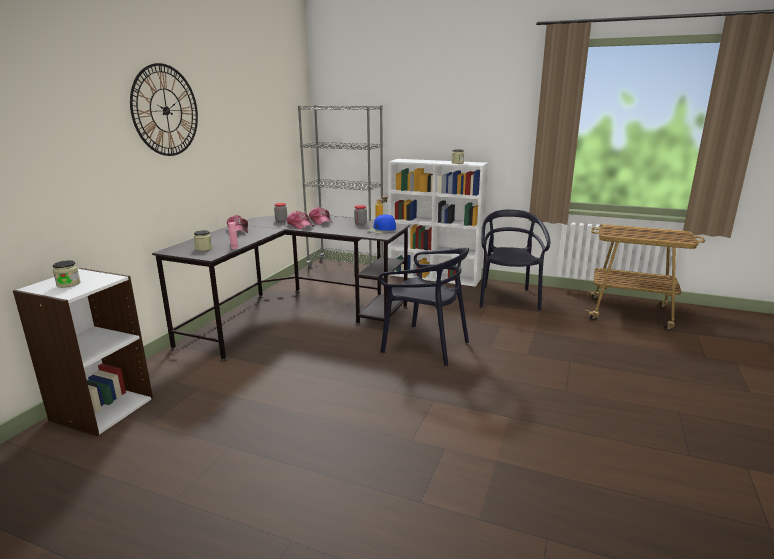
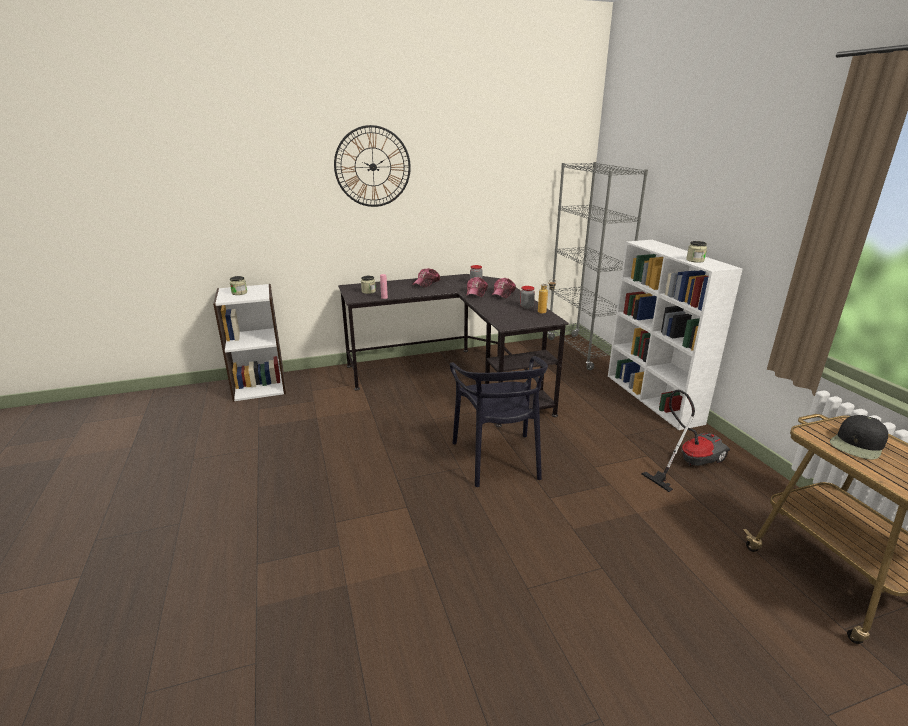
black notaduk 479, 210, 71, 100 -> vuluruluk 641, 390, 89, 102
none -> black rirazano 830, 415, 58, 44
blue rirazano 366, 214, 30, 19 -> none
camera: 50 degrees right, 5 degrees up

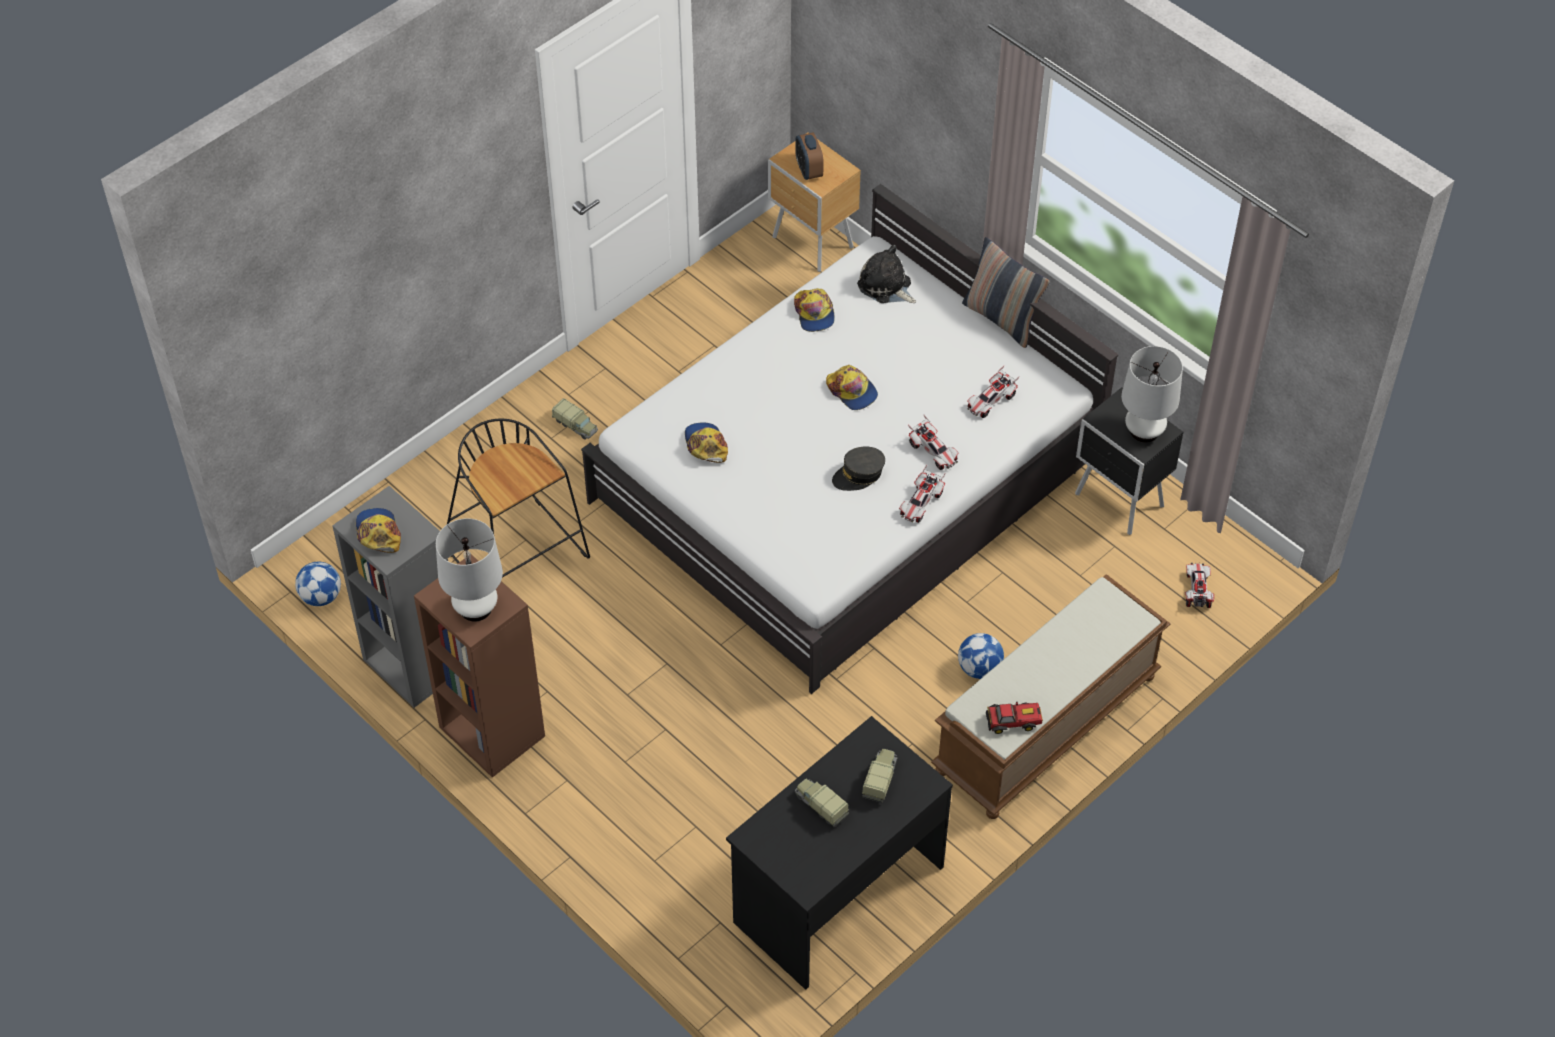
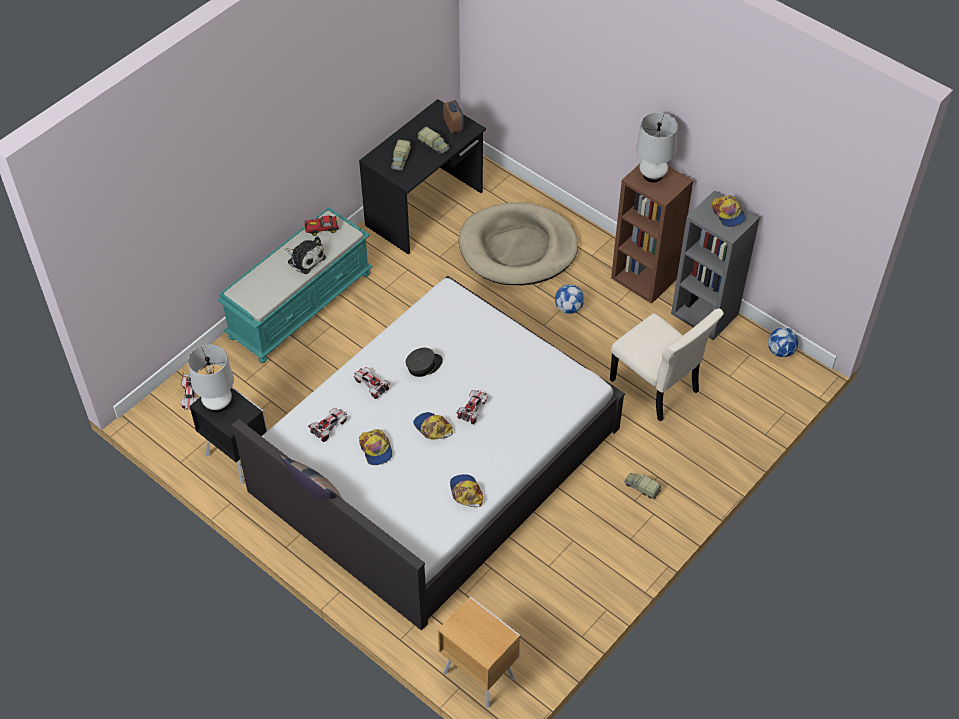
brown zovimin 931, 574, 240, 245 -> turquoise zovimin 217, 207, 156, 156
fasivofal 857, 244, 59, 59 -> fasivofal 285, 236, 41, 38, move
rirazano 685, 422, 43, 41 -> rirazano 359, 429, 33, 36, move
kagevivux 795, 133, 29, 47 -> kagevivux 443, 100, 21, 33, move
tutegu 899, 465, 46, 58 -> tutegu 457, 390, 31, 34, move
none -> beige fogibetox 458, 202, 120, 83
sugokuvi 958, 633, 46, 46 -> sugokuvi 555, 285, 29, 29, move
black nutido 447, 419, 143, 159 -> beige notaduk 610, 309, 114, 113
camera: 175 degrees right, 0 degrees up

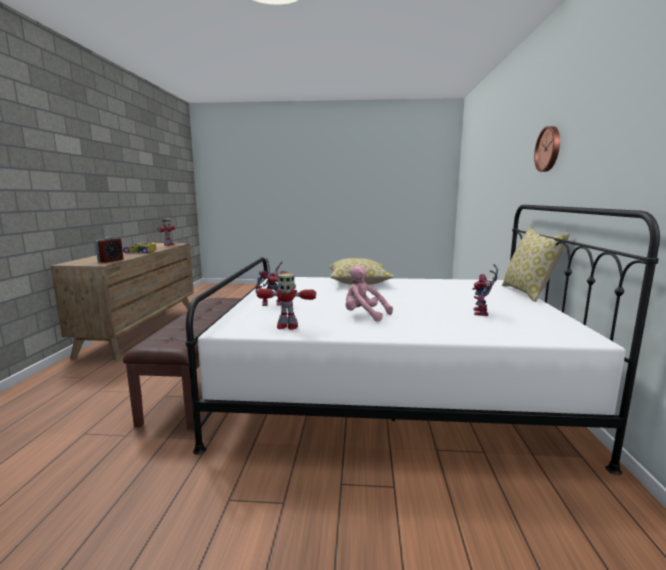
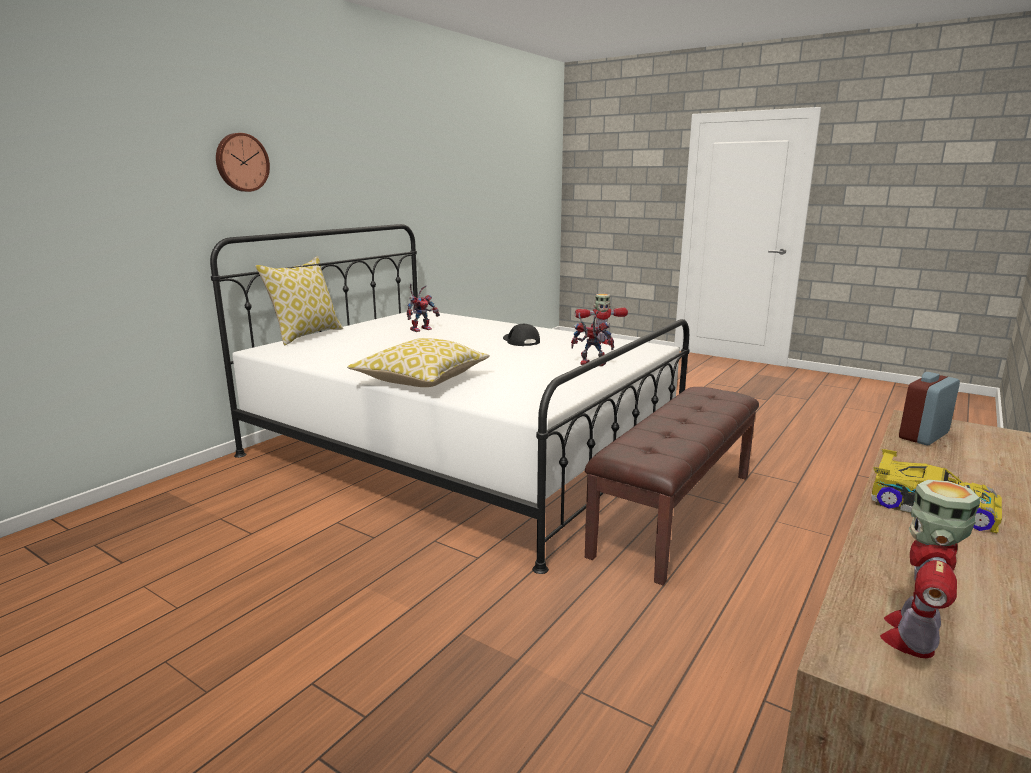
pink fasivofal 346, 265, 47, 57 -> black rirazano 503, 324, 37, 22
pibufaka 257, 273, 59, 57 -> pibufaka 575, 294, 53, 51, 135 degrees clockwise
camera: 150 degrees left, 5 degrees up

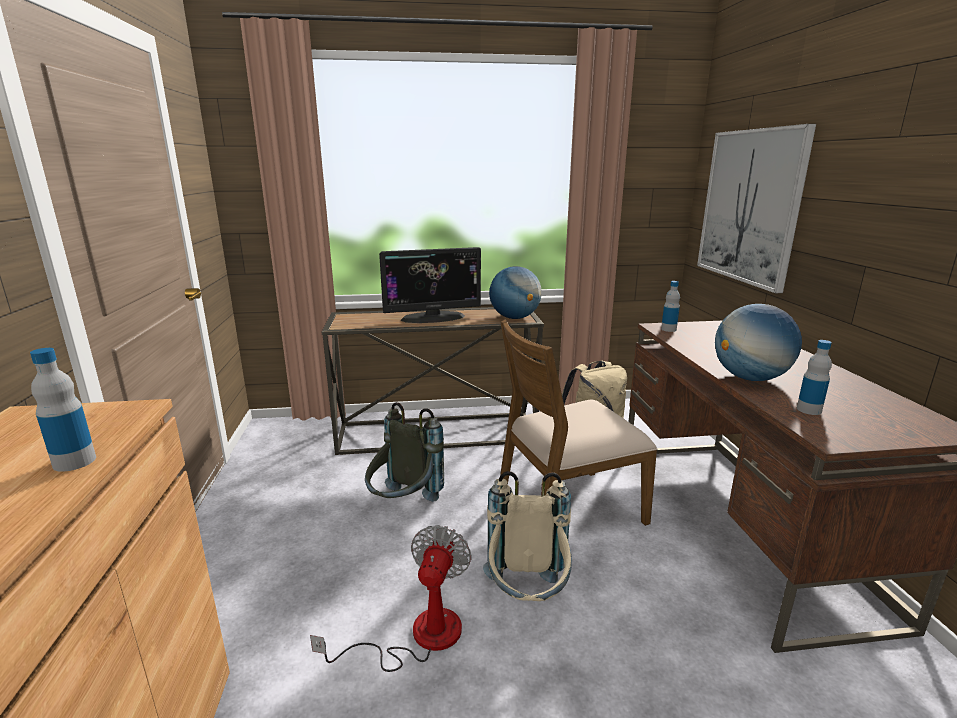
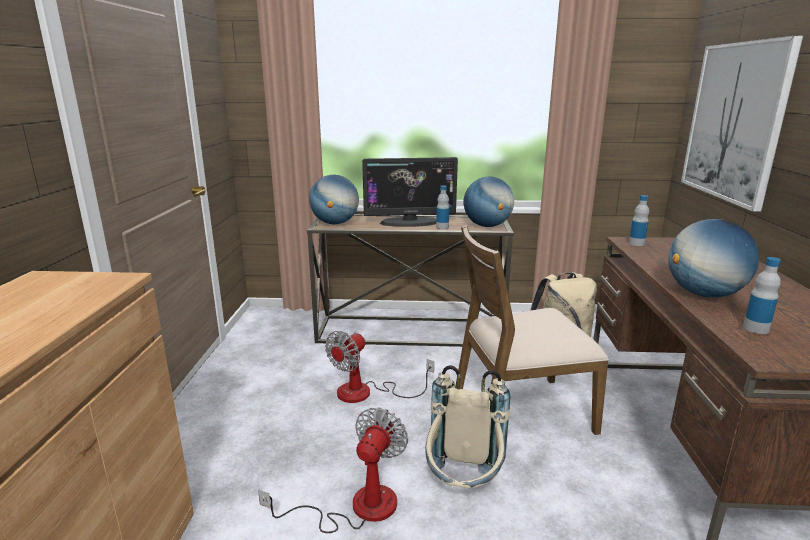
none -> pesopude 309, 175, 50, 49
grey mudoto 365, 402, 79, 100 -> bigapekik 325, 331, 109, 72
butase 30, 348, 66, 124 -> butase 436, 185, 13, 44, move
camera: 10 degrees right, 0 degrees up

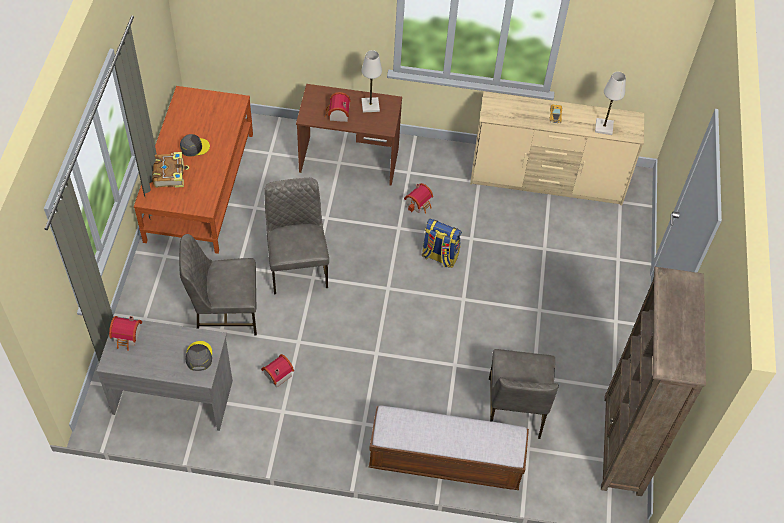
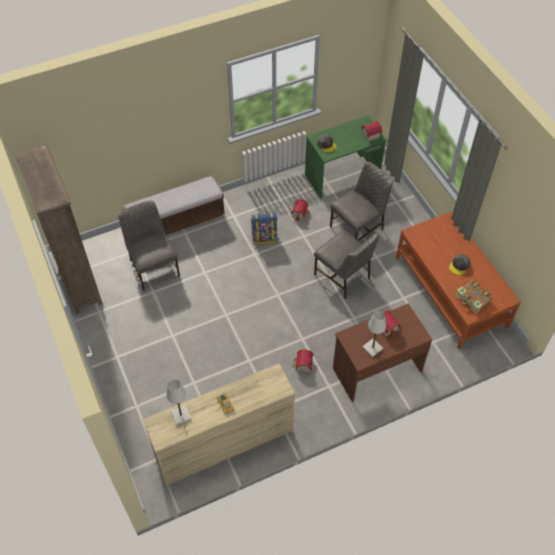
mudoto 422, 219, 40, 49 -> mudoto 251, 211, 26, 34, move
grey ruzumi 97, 317, 136, 114 -> green ruzumi 305, 115, 82, 84
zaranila 152, 152, 37, 36 -> zaranila 455, 280, 37, 33, move
camera: 150 degrees right, 0 degrees up

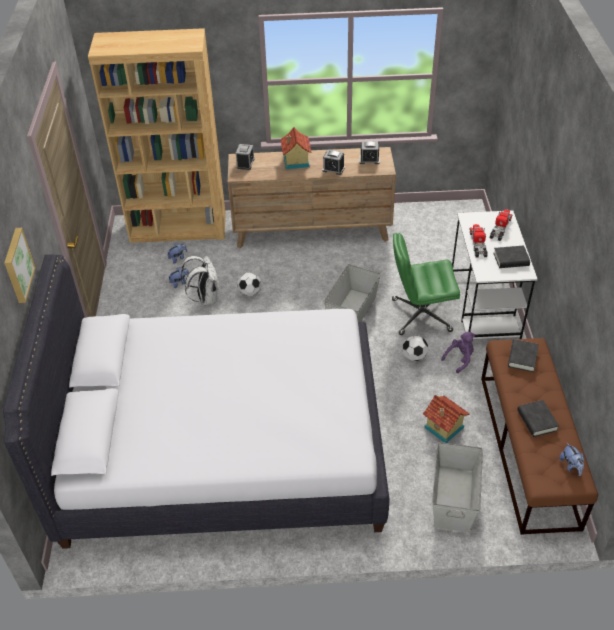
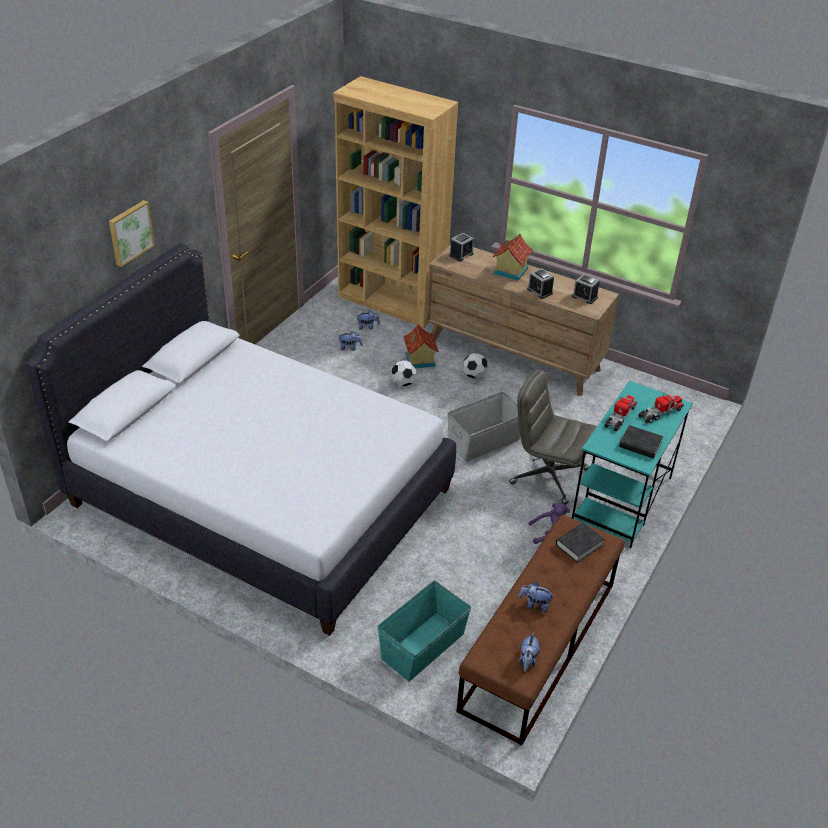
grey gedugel 432, 442, 51, 90 -> turquoise gedugel 378, 581, 93, 100
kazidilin 423, 395, 47, 48 -> kazidilin 404, 324, 35, 44, move
sugokuvi 402, 336, 26, 26 -> sugokuvi 463, 353, 25, 26, move
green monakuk 392, 233, 68, 102 -> grey monakuk 509, 369, 88, 136
black zaranila 517, 400, 42, 37 -> fasivofal 518, 582, 36, 31
white ruzumi 452, 210, 86, 129 -> turquoise ruzumi 572, 381, 121, 167
white mudoto 181, 256, 38, 50 -> none
camera: 30 degrees right, 5 degrees down

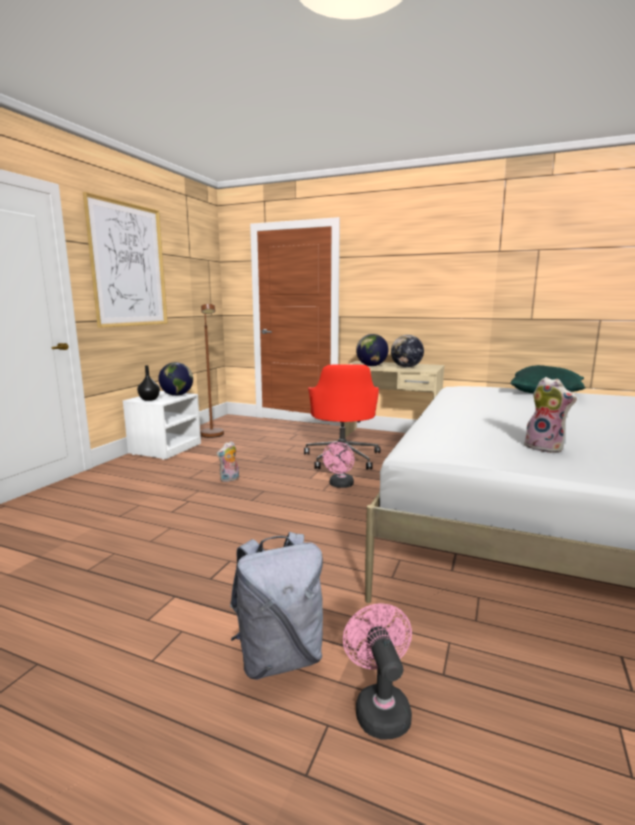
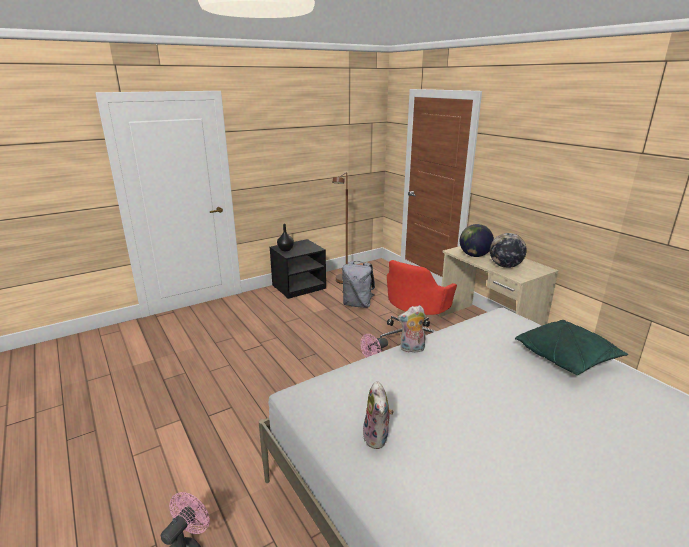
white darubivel 123, 391, 78, 69 -> black darubivel 270, 239, 56, 60
grey mudoto 230, 532, 93, 148 -> grey mudoto 342, 261, 33, 47, move
fasivofal 216, 441, 23, 41 -> fasivofal 398, 305, 28, 48, move
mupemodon 83, 192, 85, 136 -> none
pesopude 158, 362, 35, 34 -> none
camera: 35 degrees right, 10 degrees up

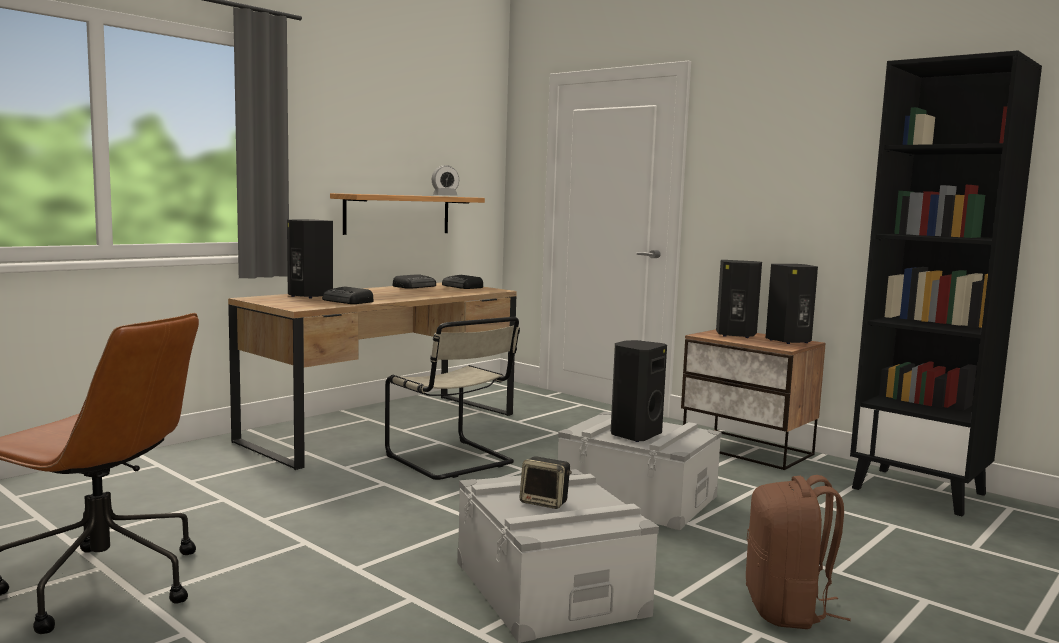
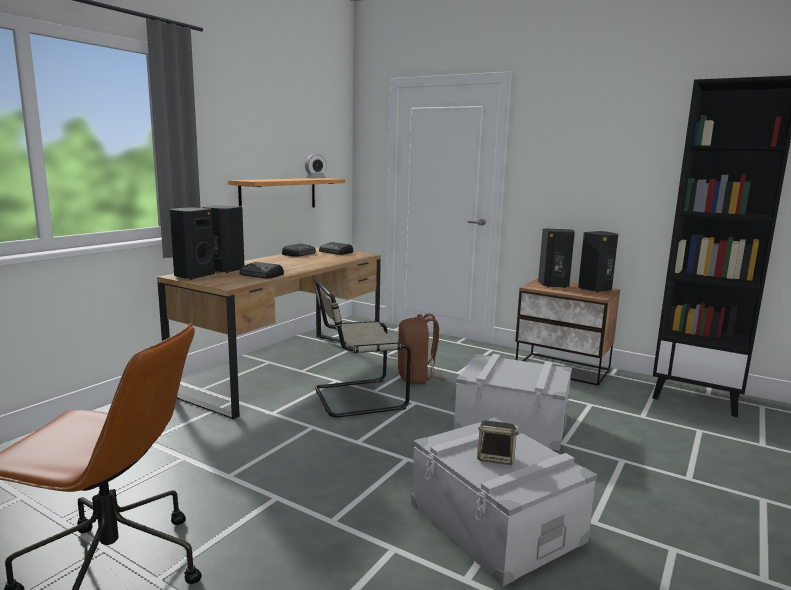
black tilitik 611, 340, 56, 102 -> black tilitik 170, 208, 45, 72, move
beige notaduk 385, 317, 135, 163 -> beige notaduk 314, 278, 97, 139, 120 degrees clockwise
brown mudoto 746, 475, 105, 154 -> brown mudoto 398, 313, 46, 71, move
camera: 10 degrees left, 5 degrees up

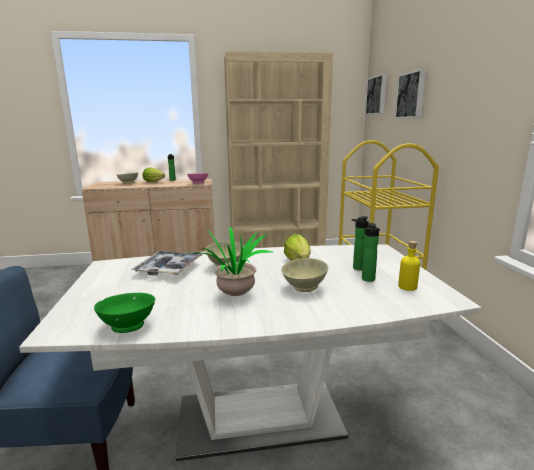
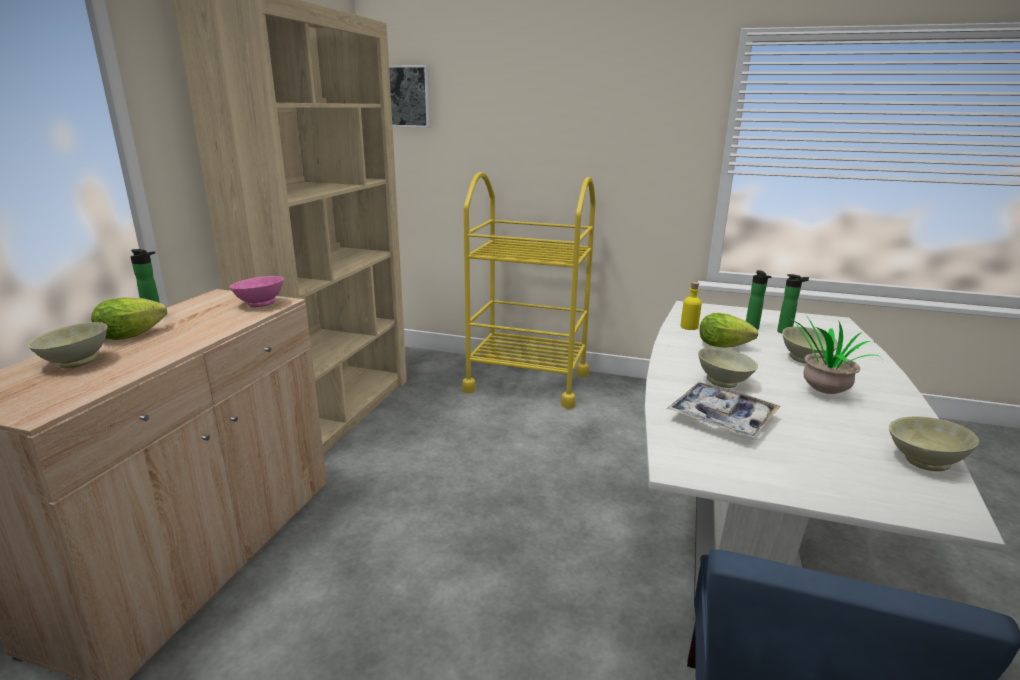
yellow butase 398, 241, 22, 50 -> yellow butase 680, 282, 22, 48, move
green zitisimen 94, 293, 61, 40 -> beige zitisimen 889, 416, 90, 55
mupemodon 395, 69, 31, 50 -> none
camera: 65 degrees left, 5 degrees up

